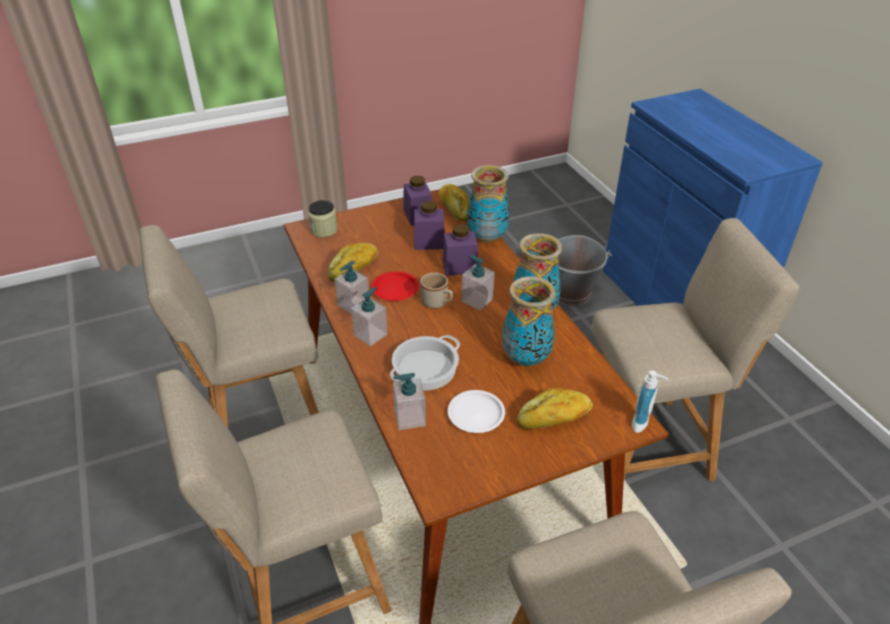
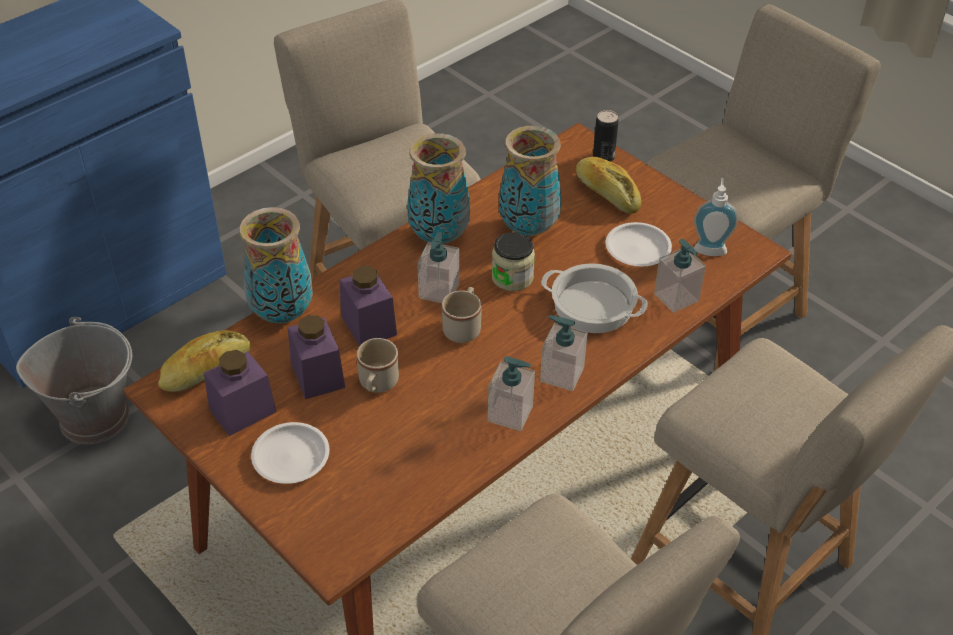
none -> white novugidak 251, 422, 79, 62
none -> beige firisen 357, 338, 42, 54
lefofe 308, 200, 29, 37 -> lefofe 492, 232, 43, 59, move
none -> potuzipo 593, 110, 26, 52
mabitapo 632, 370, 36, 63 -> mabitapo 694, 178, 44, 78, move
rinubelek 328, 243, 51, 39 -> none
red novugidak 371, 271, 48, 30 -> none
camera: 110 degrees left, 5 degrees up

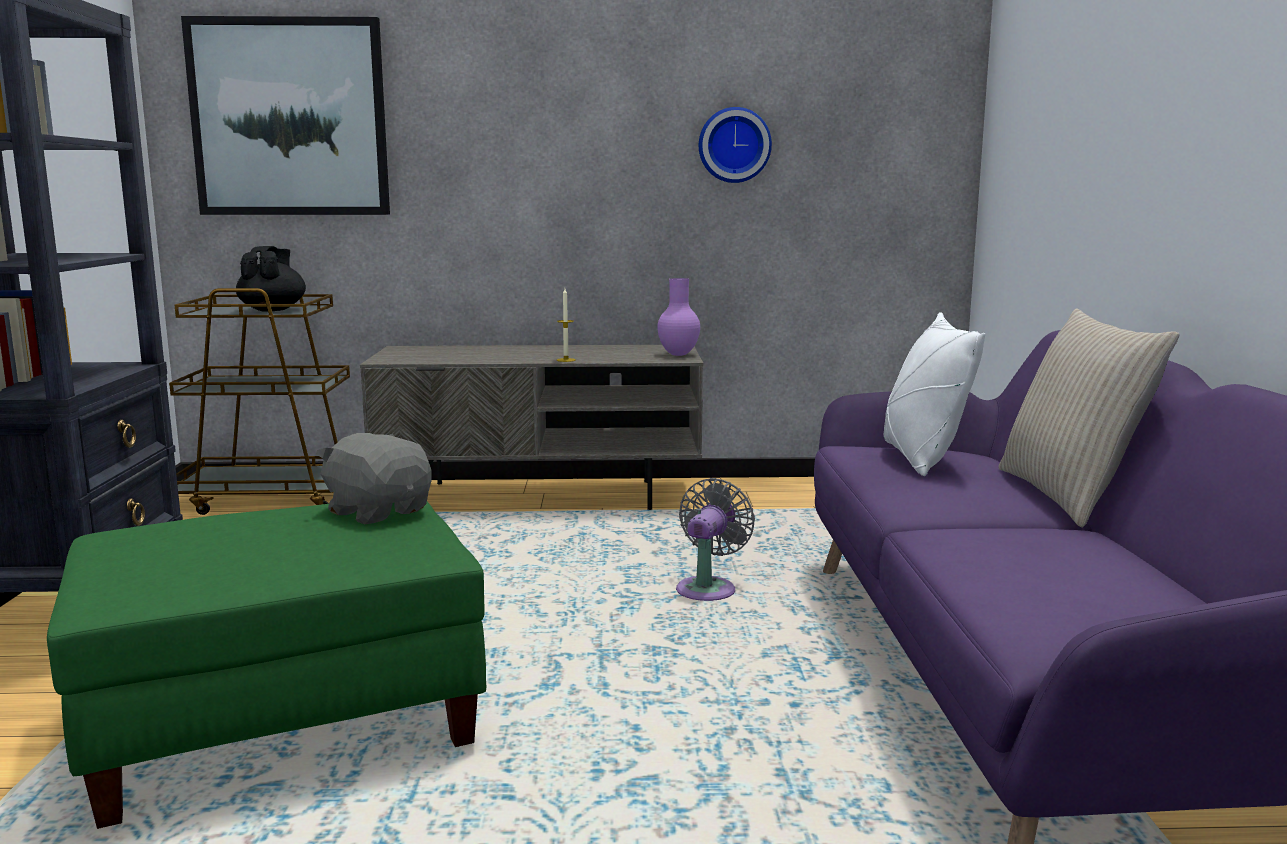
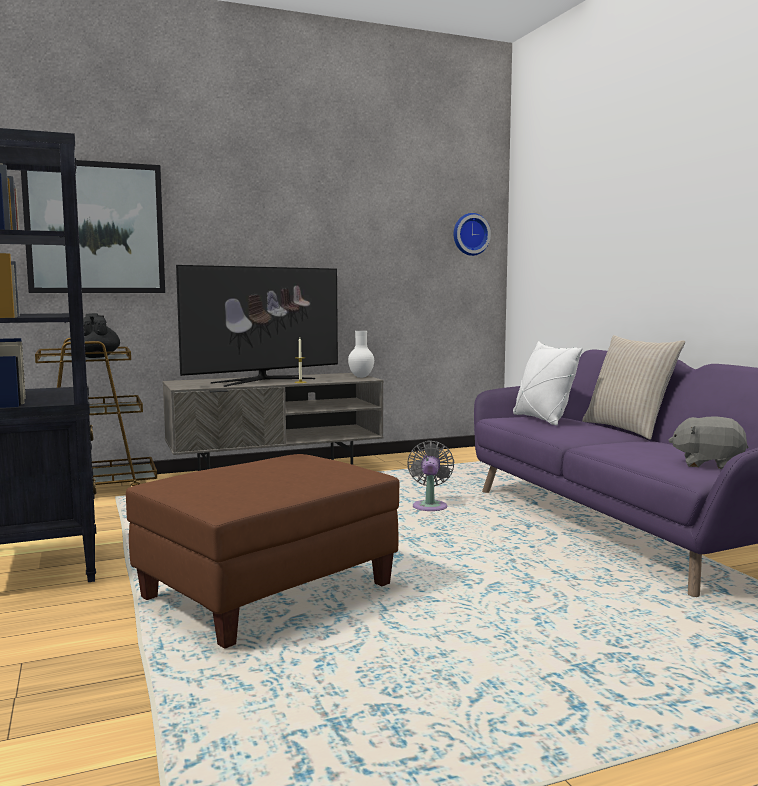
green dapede 47, 502, 439, 327 -> brown dapede 126, 454, 273, 195
none -> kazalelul 176, 265, 162, 122
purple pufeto 657, 278, 43, 78 -> white pufeto 348, 331, 26, 47
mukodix 699, 107, 73, 76 -> mukodix 454, 213, 37, 43, move
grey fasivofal 316, 433, 116, 91 -> grey fasivofal 668, 416, 80, 53, move
camera: 20 degrees left, 5 degrees down

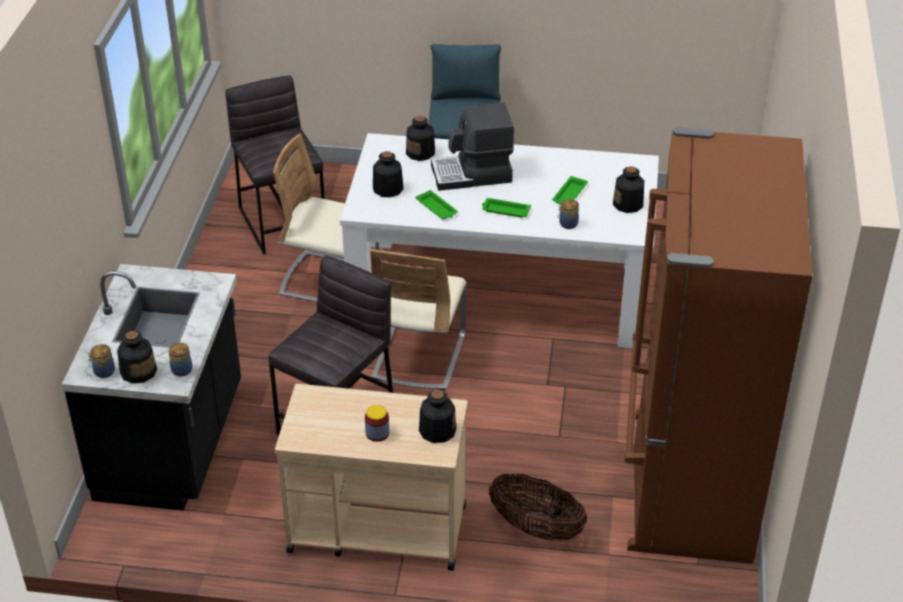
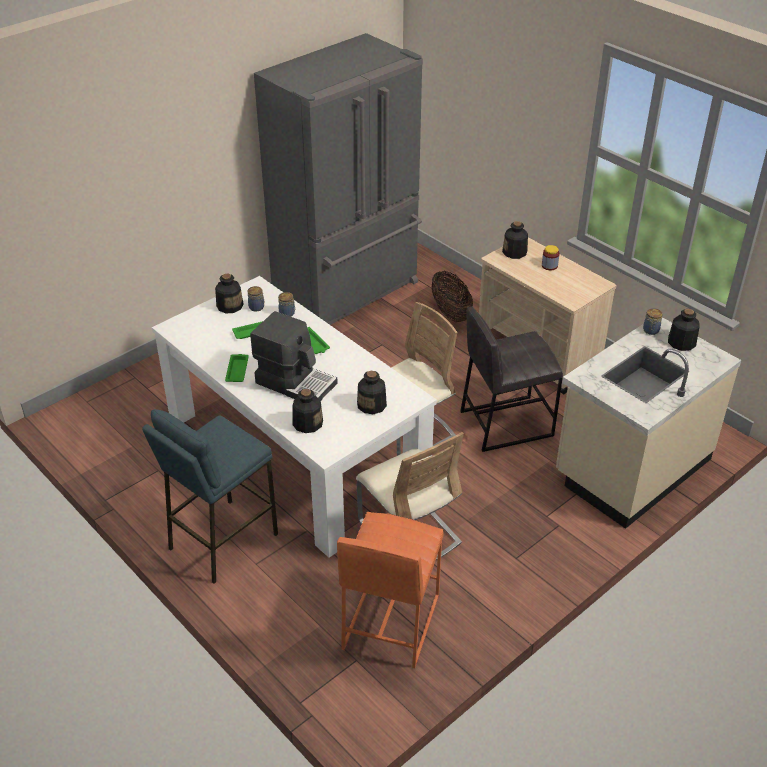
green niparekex 416, 190, 42, 29 -> green niparekex 225, 354, 24, 28, move
lefofe 88, 344, 27, 34 -> lefofe 248, 286, 17, 26, move
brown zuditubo 625, 127, 187, 437 -> grey zuditubo 254, 33, 169, 292
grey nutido 225, 75, 100, 180 -> orange nutido 337, 512, 106, 156
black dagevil 62, 264, 179, 247 -> beige dagevil 556, 317, 185, 212
camera: 140 degrees left, 0 degrees up

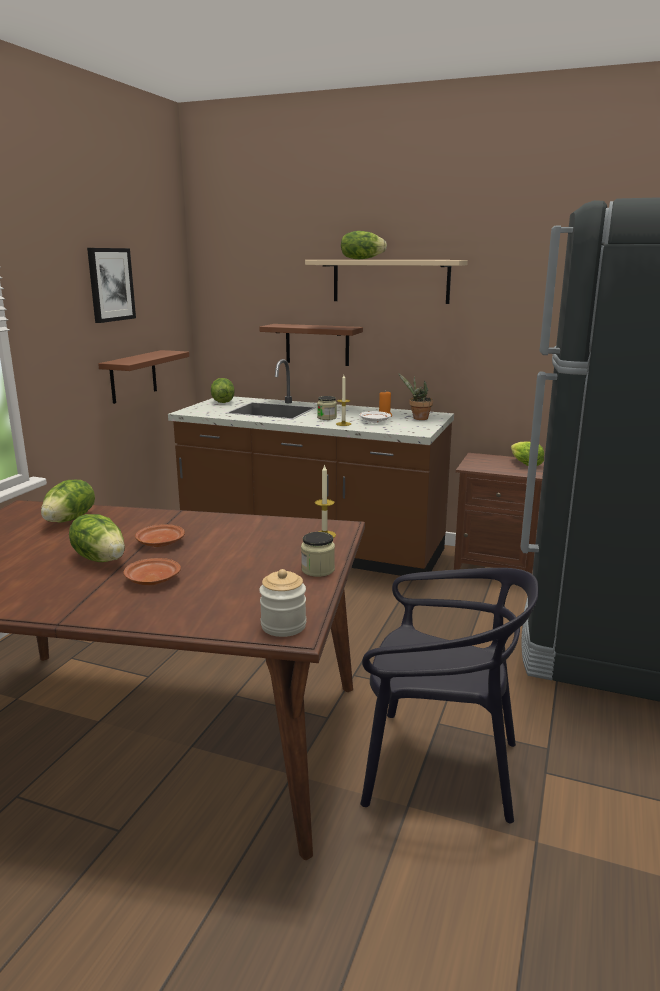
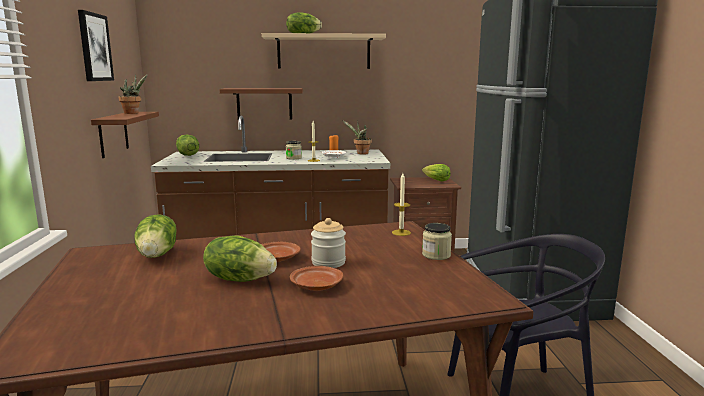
none -> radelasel 118, 74, 30, 40
lefofe 259, 569, 47, 68 -> lefofe 311, 218, 35, 50, move
camera: 25 degrees left, 5 degrees down

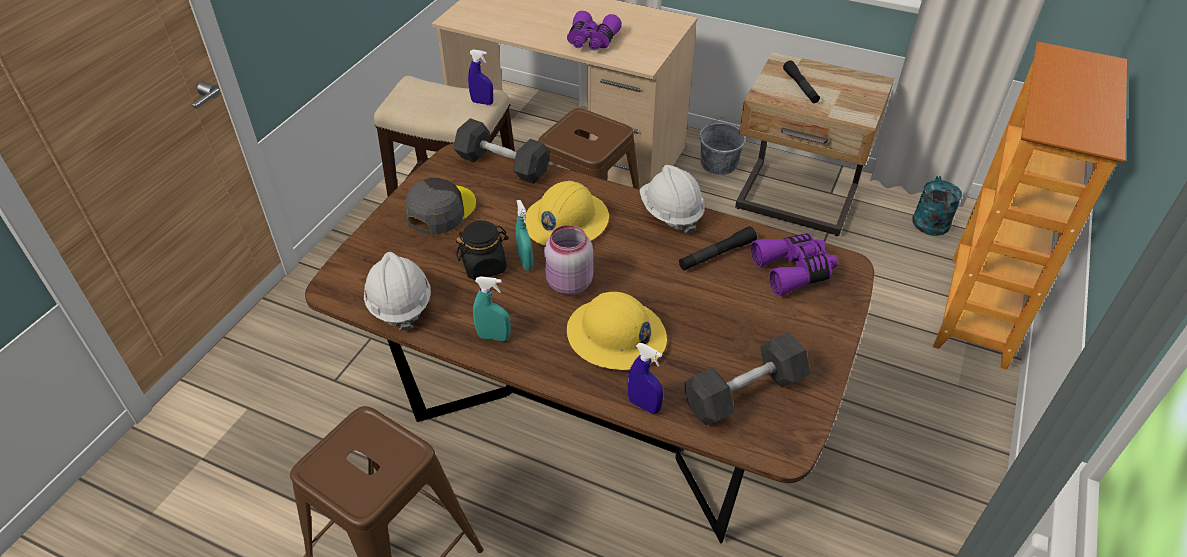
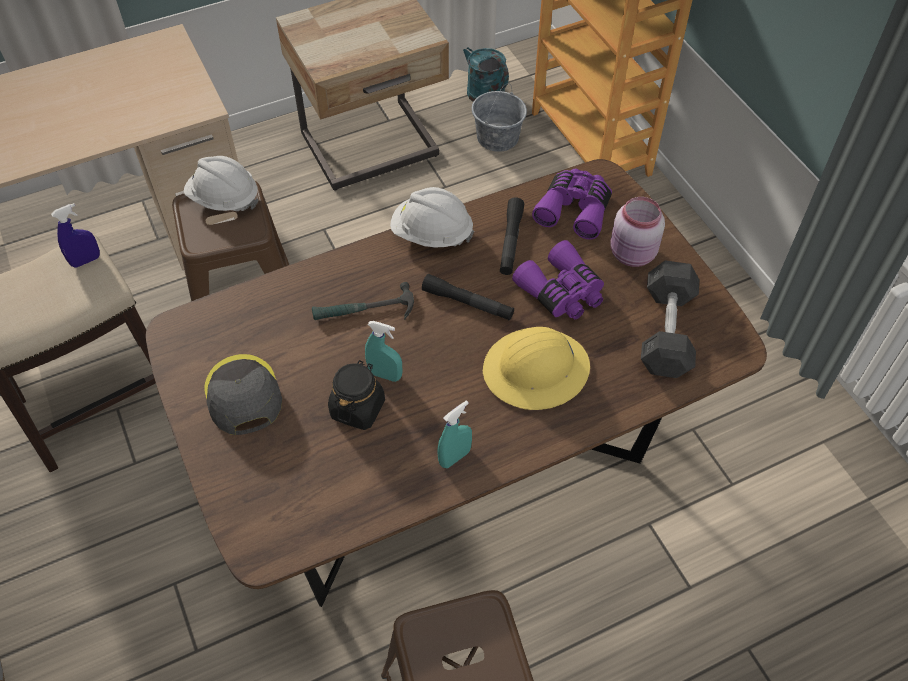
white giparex 364, 252, 67, 79 -> white giparex 184, 156, 75, 55, move
yellow giparex 525, 181, 84, 65 -> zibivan 312, 282, 102, 38
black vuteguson 783, 60, 37, 43 -> black vuteguson 422, 274, 92, 46, move
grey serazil 699, 116, 47, 59 -> grey serazil 472, 83, 55, 69, move
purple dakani 567, 11, 55, 39 -> purple dakani 512, 240, 92, 79, move
pink lefofe 544, 225, 49, 70 -> pink lefofe 610, 197, 55, 70, move
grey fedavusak 454, 118, 96, 66 -> none
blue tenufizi 627, 343, 36, 71 -> none
camera: 50 degrees left, 10 degrees up

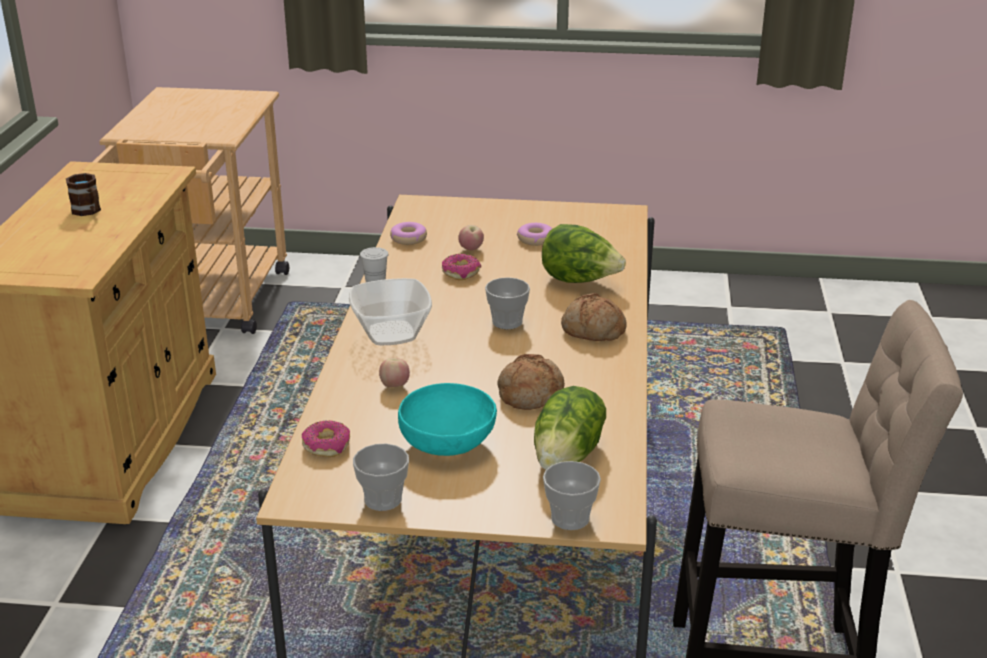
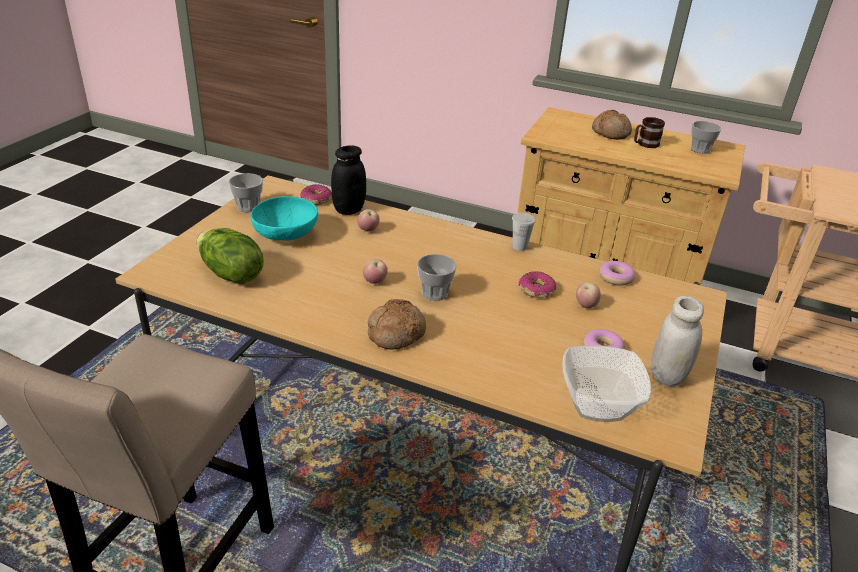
none -> black lefofe 331, 145, 35, 70
none -> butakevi 363, 259, 25, 25
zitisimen 349, 278, 83, 67 -> zitisimen 562, 345, 89, 77, move
rinubelek 497, 354, 68, 56 -> rinubelek 592, 110, 40, 30, move
none -> white lefofe 651, 296, 53, 91
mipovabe 543, 461, 58, 69 -> mipovabe 690, 121, 32, 33, move
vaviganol 542, 224, 84, 59 -> none
camera: 105 degrees right, 5 degrees up

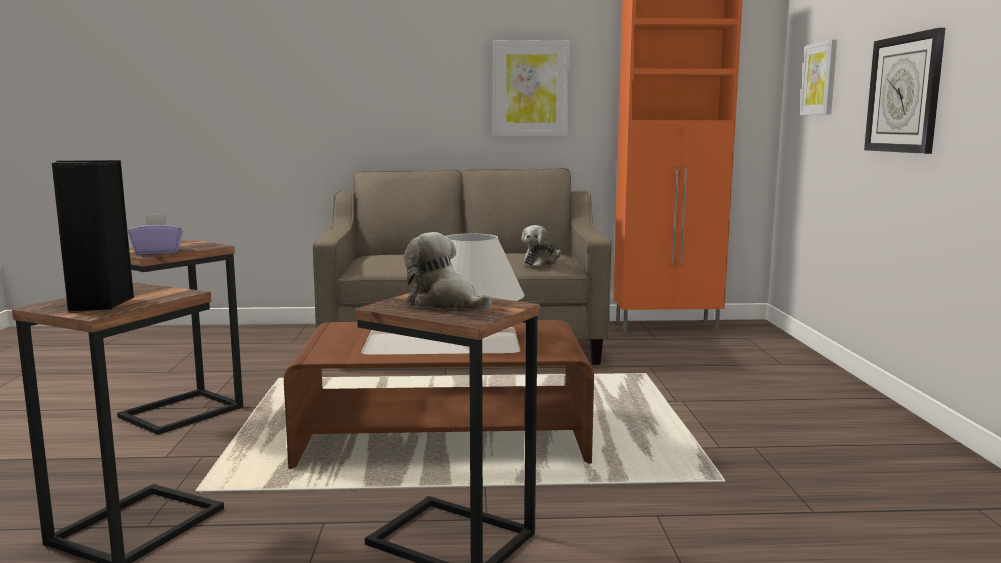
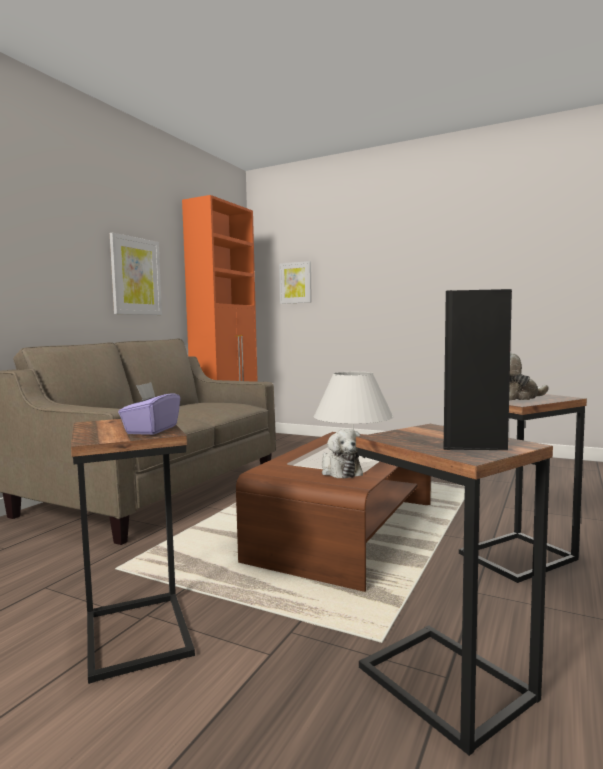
fasivofal 522, 225, 39, 41 -> fasivofal 322, 429, 43, 50, move
mukodix 864, 28, 81, 126 -> none
camera: 60 degrees left, 5 degrees down

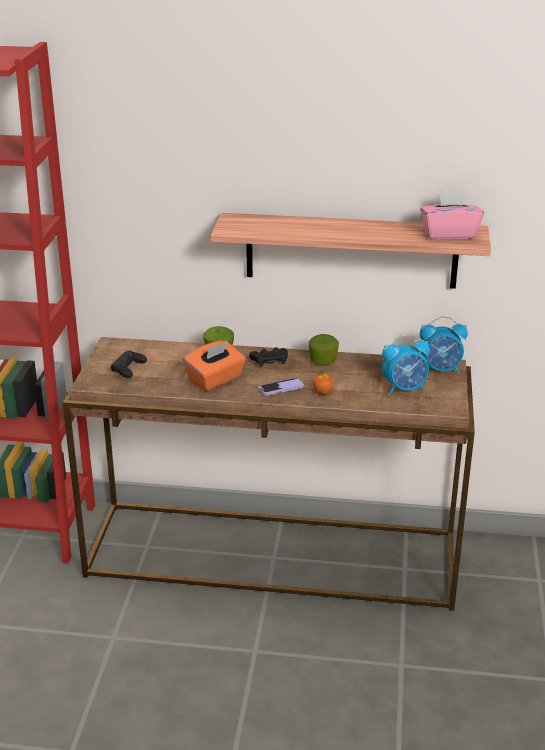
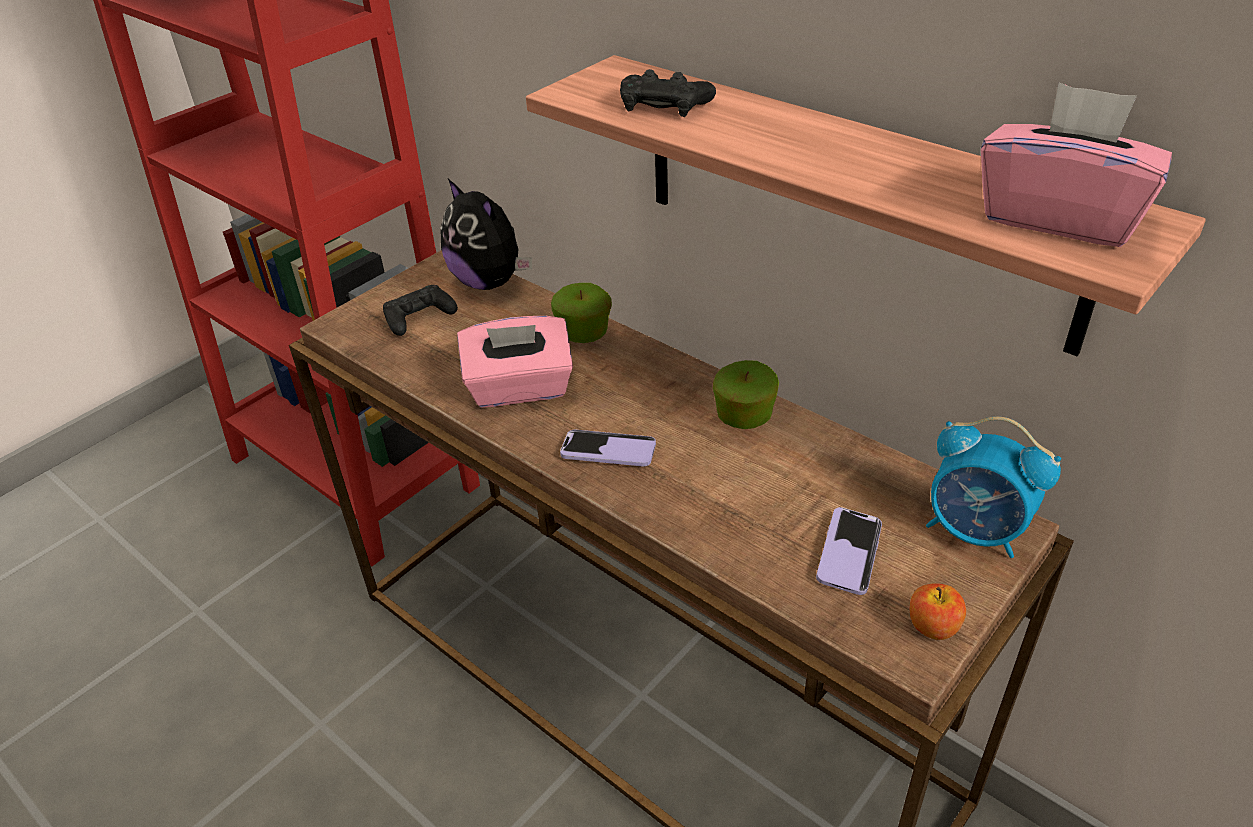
none -> fasivofal 440, 179, 92, 111
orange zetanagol 183, 340, 63, 51 -> pink zetanagol 457, 316, 116, 91
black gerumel 249, 347, 39, 20 -> black gerumel 620, 69, 96, 48, move
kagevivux 382, 334, 48, 61 -> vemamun 816, 507, 66, 88
butakevi 313, 373, 21, 22 -> butakevi 910, 583, 56, 57, move
camera: 35 degrees right, 10 degrees up

